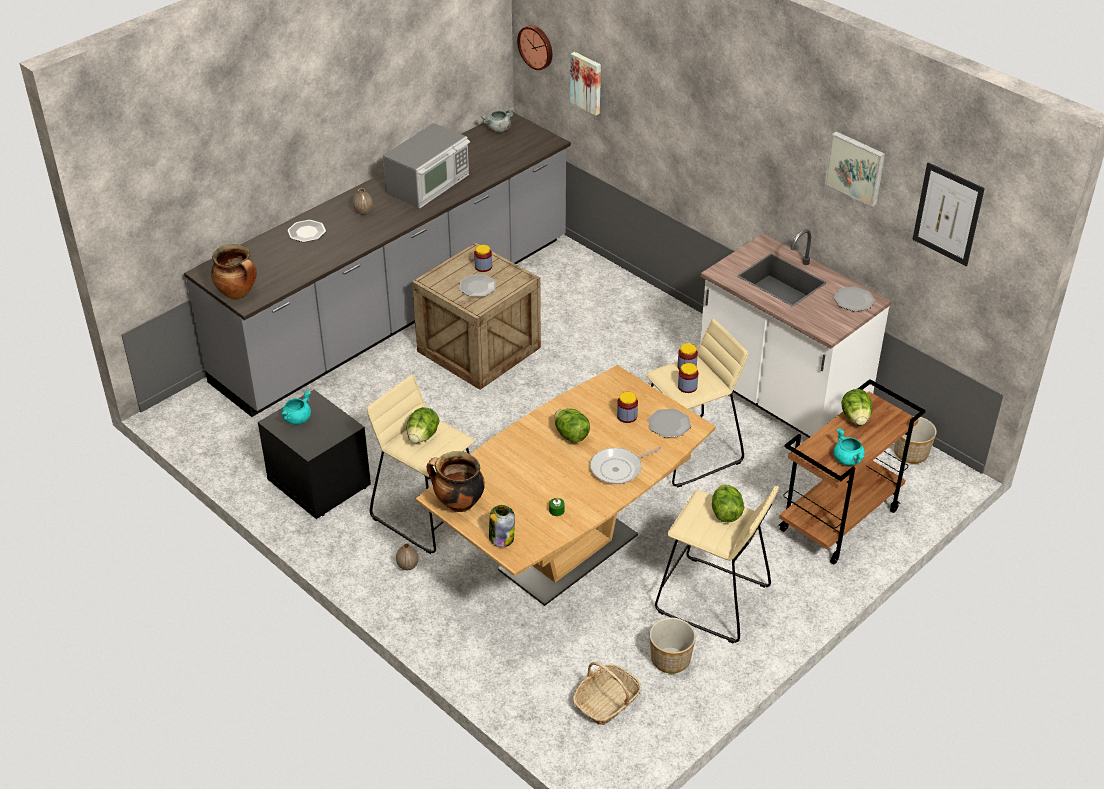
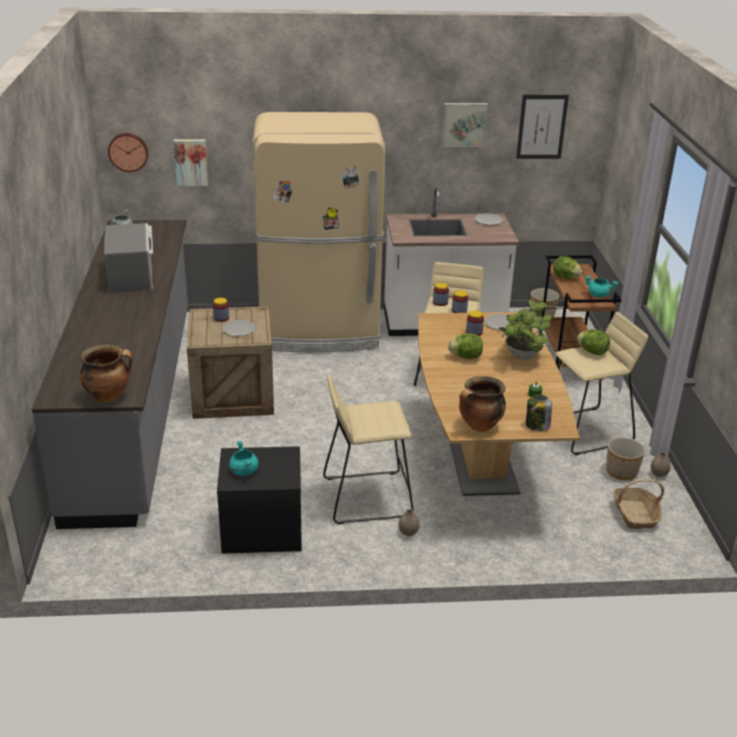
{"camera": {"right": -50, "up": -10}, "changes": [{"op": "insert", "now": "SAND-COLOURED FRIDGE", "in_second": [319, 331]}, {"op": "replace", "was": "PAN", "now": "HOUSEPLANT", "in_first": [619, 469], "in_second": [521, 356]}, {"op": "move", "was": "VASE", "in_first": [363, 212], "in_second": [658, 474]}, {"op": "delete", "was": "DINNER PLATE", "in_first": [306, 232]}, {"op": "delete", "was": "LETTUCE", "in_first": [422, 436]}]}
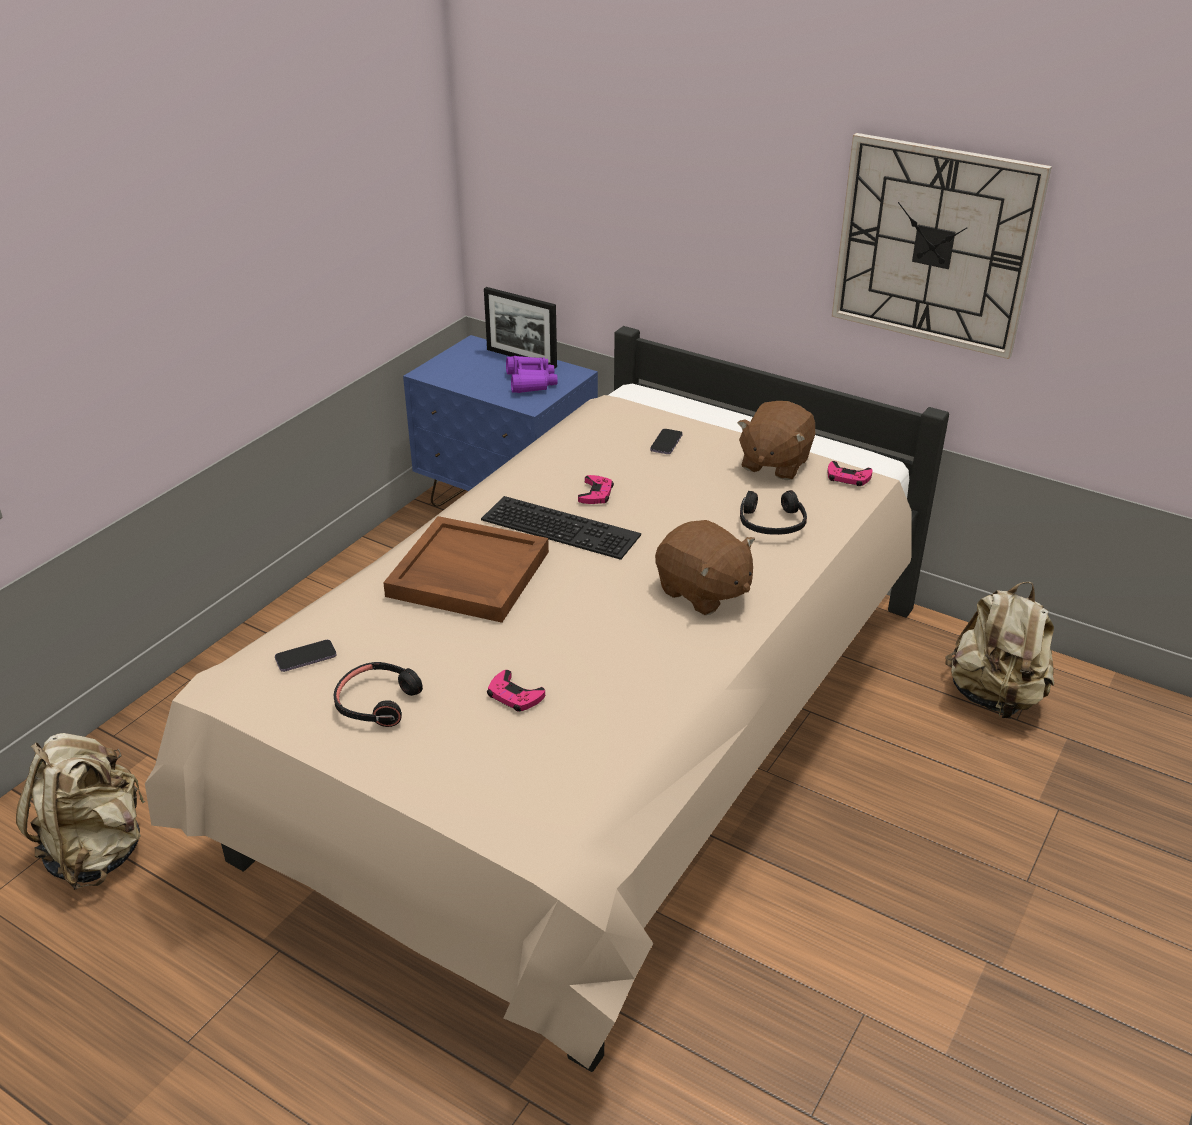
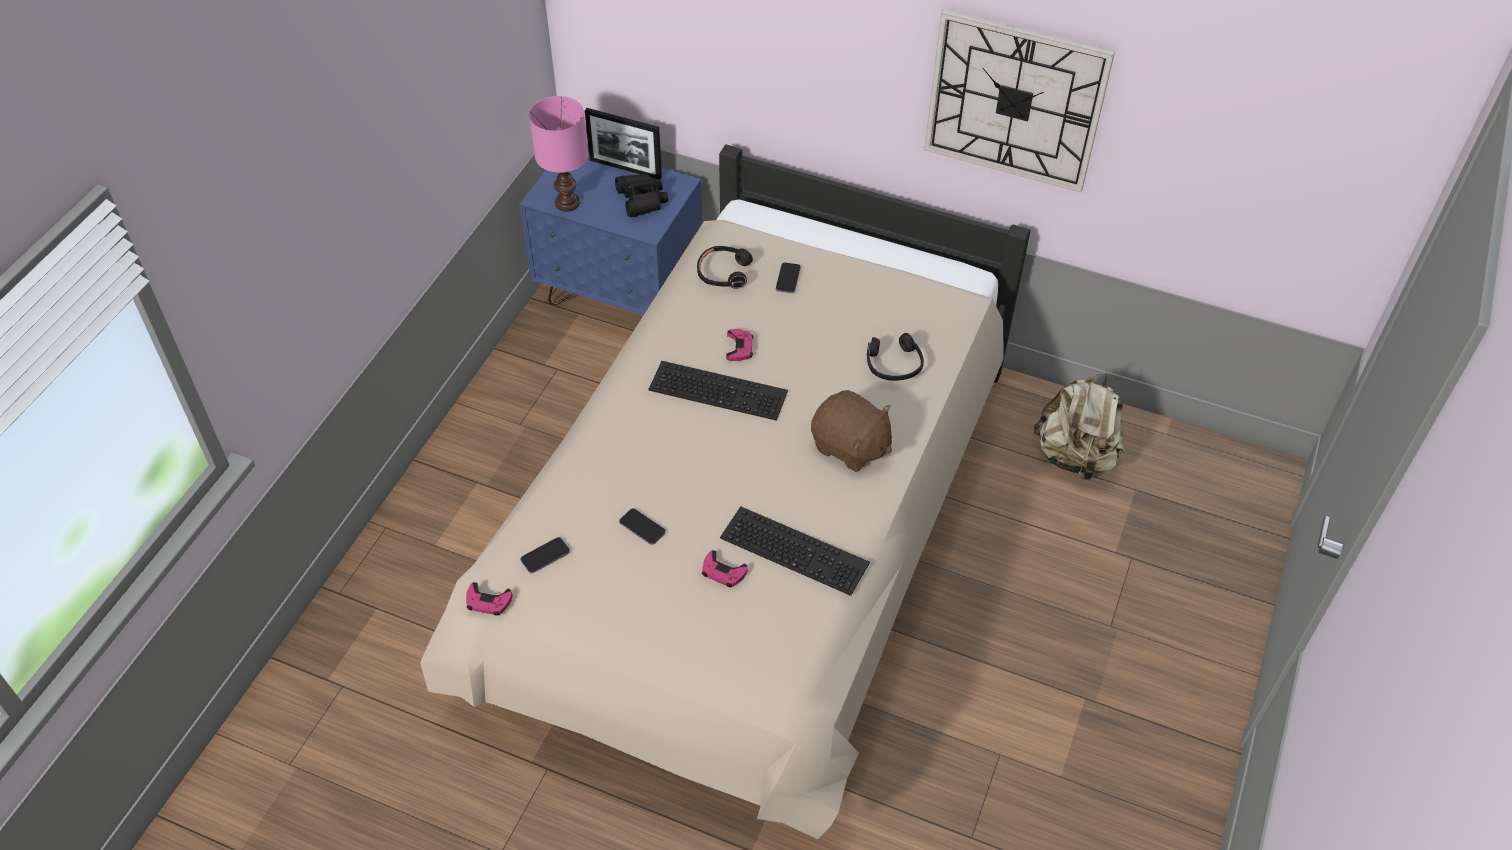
{"camera": {"right": -10, "up": 15}, "changes": [{"op": "move", "was": "PINKISH GAMEPAD", "in_first": [848, 477], "in_second": [488, 602]}, {"op": "insert", "now": "PINKISH TABLE LAMP", "in_second": [568, 203]}, {"op": "recolor", "was": "PURPLISH FIELD GLASSES", "now": "BLACKISH FIELD GLASSES", "in_first": [530, 382], "in_second": [642, 200]}, {"op": "insert", "now": "HANDSET", "in_second": [642, 527]}, {"op": "move", "was": "BLACKISH PAIR OF HEADPHONES", "in_first": [377, 702], "in_second": [723, 273]}, {"op": "insert", "now": "PC KEYBOARD", "in_second": [797, 549]}, {"op": "delete", "was": "SAND-COLOURED KNAPSACK", "in_first": [97, 851]}, {"op": "delete", "was": "BROWN SERVING TRAY", "in_first": [467, 574]}, {"op": "delete", "was": "BROWN PLUSH TOY", "in_first": [774, 463]}]}
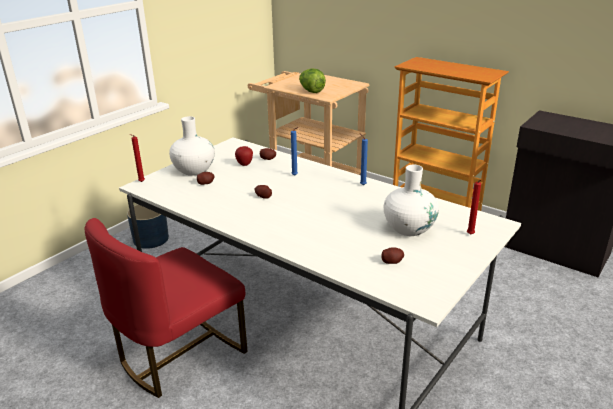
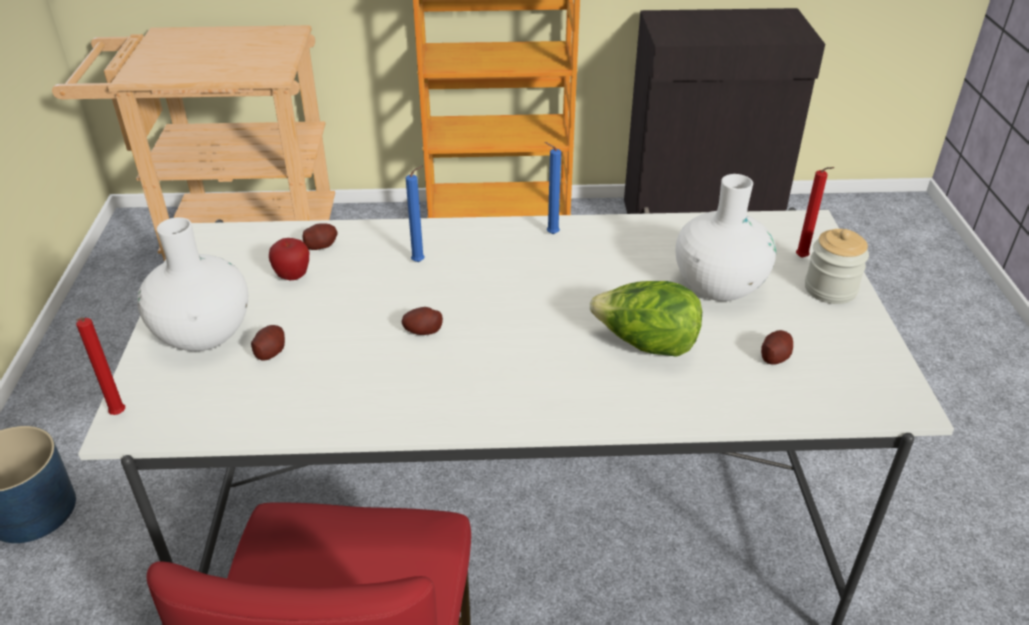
{"camera": {"right": -40, "up": 10}, "changes": [{"op": "move", "was": "LETTUCE", "in_first": [311, 91], "in_second": [646, 345]}, {"op": "insert", "now": "PRESERVE JAR", "in_second": [830, 289]}]}
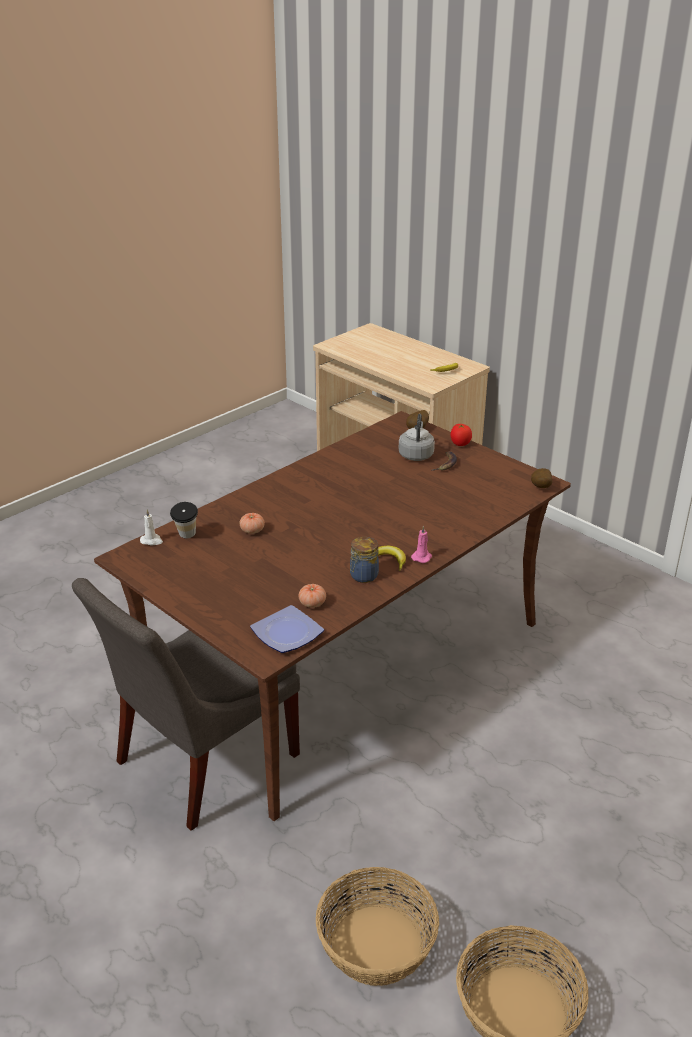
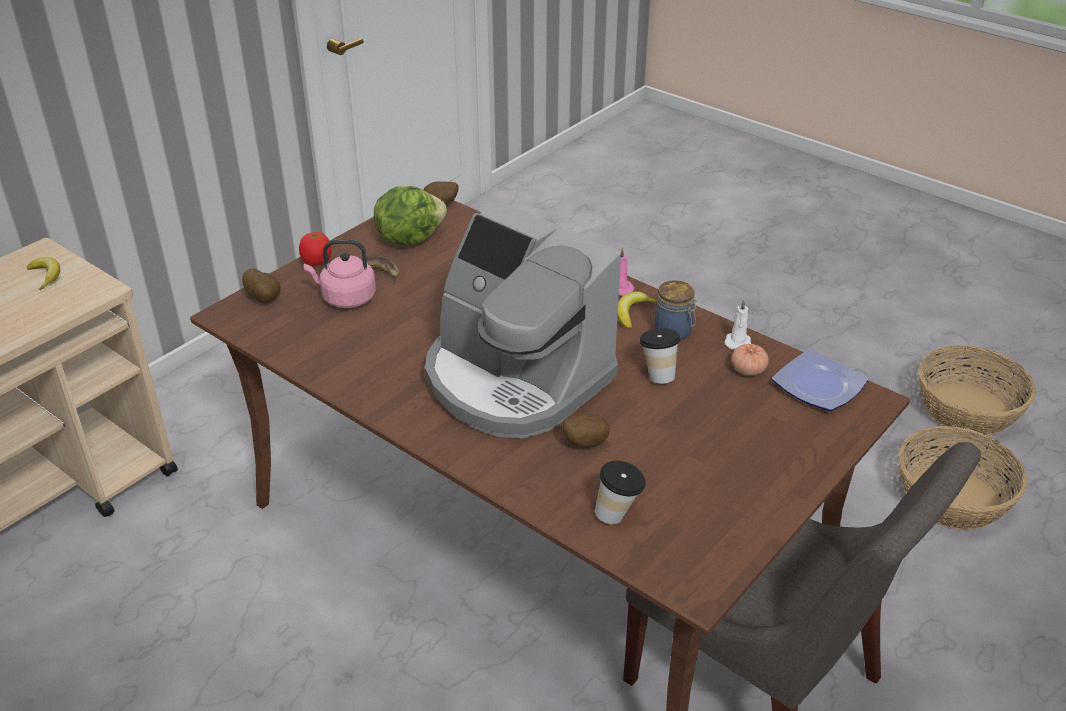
{"camera": {"right": -95, "up": 5}, "changes": [{"op": "recolor", "was": "GREY KETTLE", "now": "PINKISH KETTLE", "in_first": [416, 454], "in_second": [346, 298]}, {"op": "insert", "now": "LETTUCE", "in_second": [409, 238]}, {"op": "insert", "now": "COFFEE BREWER", "in_second": [514, 380]}, {"op": "replace", "was": "WHOLE TOMATO", "now": "POTATO", "in_first": [252, 530], "in_second": [584, 443]}, {"op": "insert", "now": "SMALL CUP", "in_second": [657, 375]}, {"op": "move", "was": "WHITISH WAX LIGHT", "in_first": [152, 541], "in_second": [737, 342]}]}
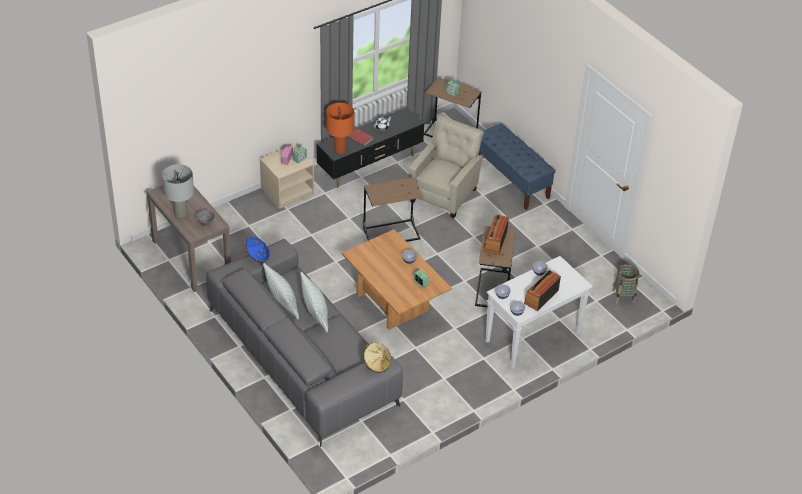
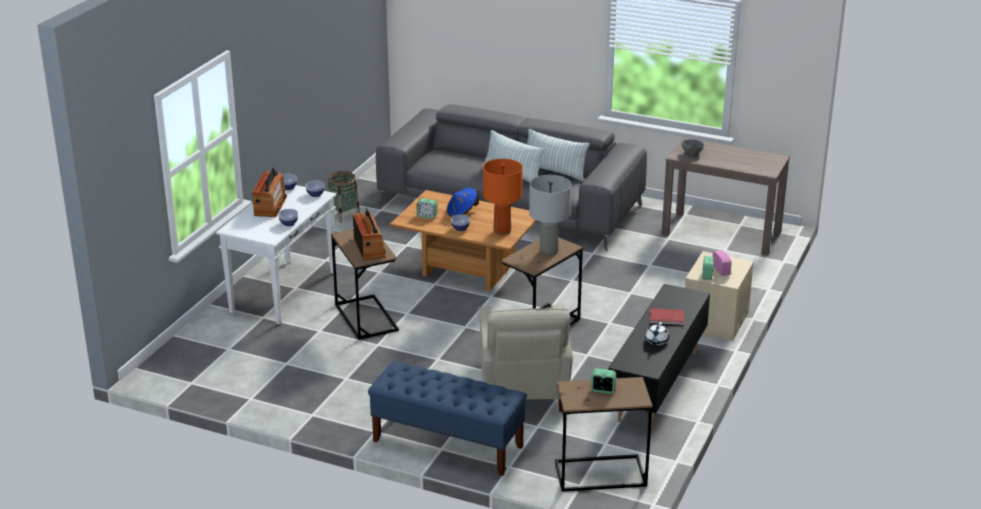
{"camera": {"right": 150, "up": -15}, "changes": [{"op": "move", "was": "HOUSEHOLD BASKET", "in_first": [623, 296], "in_second": [344, 215]}, {"op": "move", "was": "BLUISH HAT", "in_first": [257, 256], "in_second": [462, 213]}, {"op": "move", "was": "ORANGEY TABLE LAMP", "in_first": [340, 150], "in_second": [502, 231]}, {"op": "move", "was": "GREY TABLE LAMP", "in_first": [181, 215], "in_second": [548, 251]}, {"op": "delete", "was": "SAND-COLOURED HAT", "in_first": [377, 364]}]}
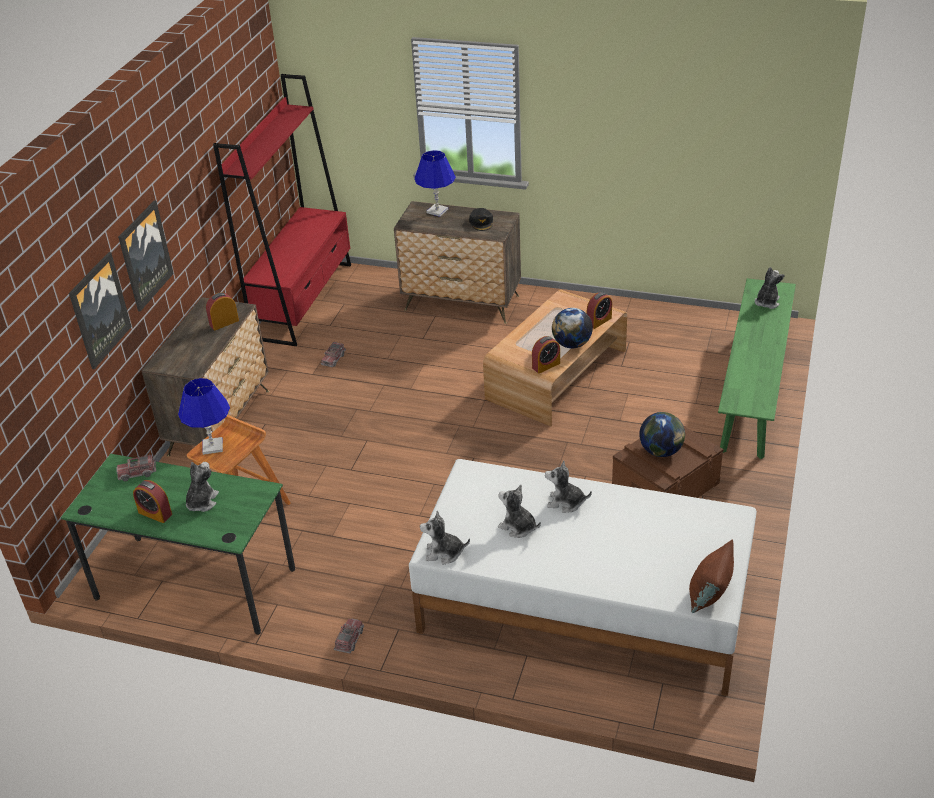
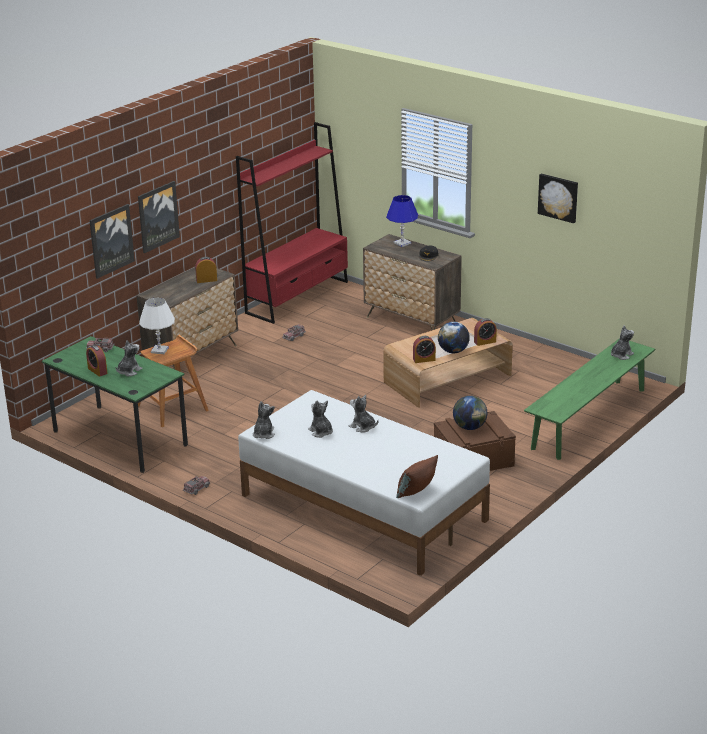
{"camera": {"right": 20, "up": -10}, "changes": [{"op": "recolor", "was": "BLUISH TABLE LAMP", "now": "WHITISH TABLE LAMP", "in_first": [212, 446], "in_second": [159, 350]}, {"op": "rotate", "was": "PLUSH TOY", "in_first": [444, 553], "in_second": [263, 434], "clockwise": 75}, {"op": "insert", "now": "PICTURE", "in_second": [558, 197]}]}
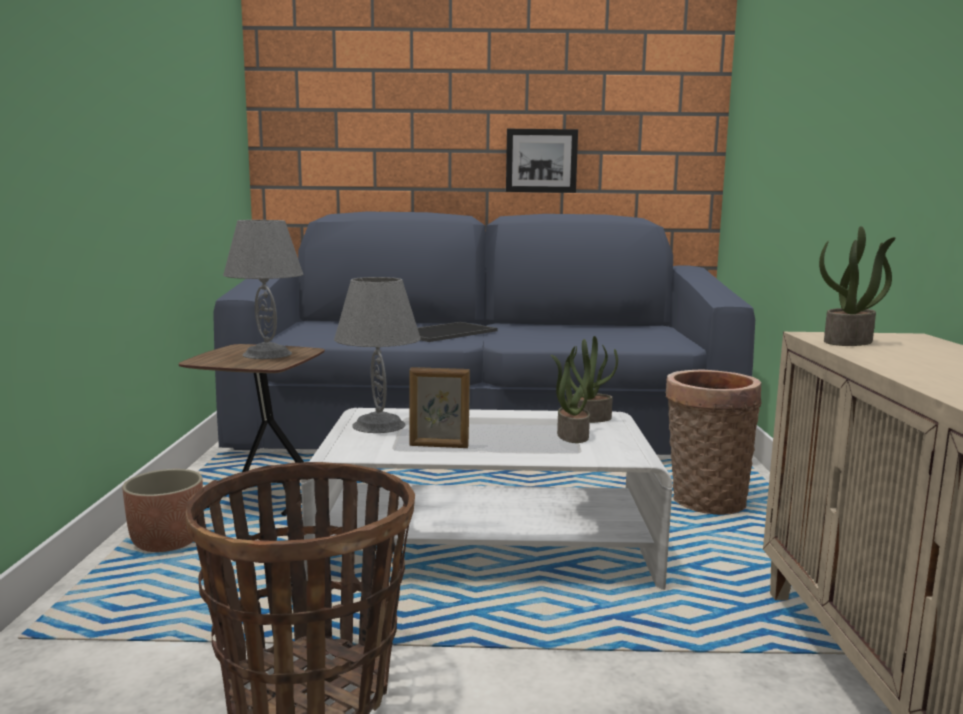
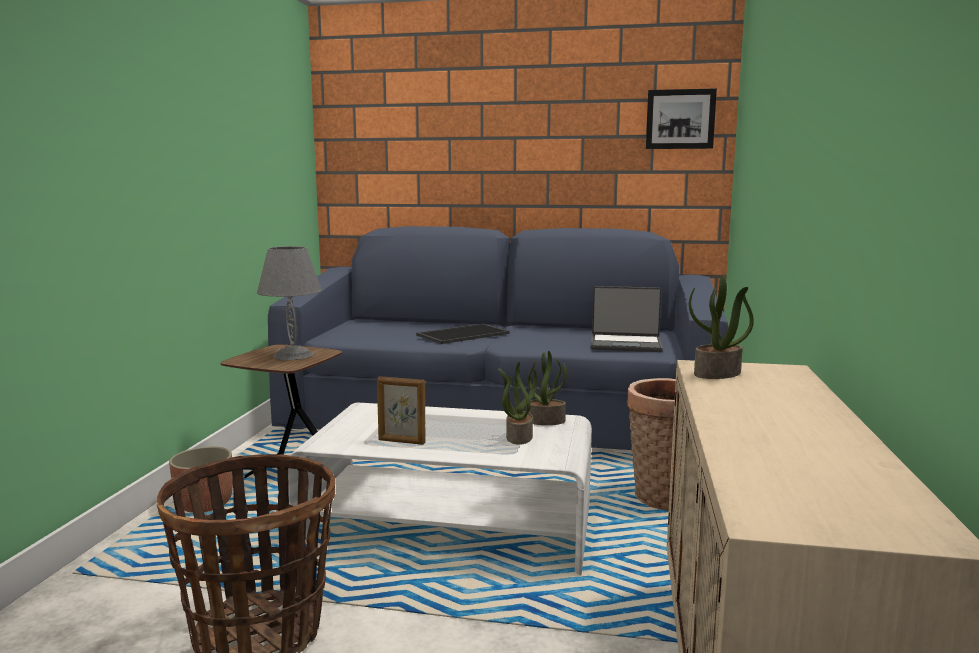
{"camera": {"right": 10, "up": 0}, "changes": [{"op": "insert", "now": "PORTABLE COMPUTER", "in_second": [625, 344]}, {"op": "move", "was": "PICTURE", "in_first": [541, 161], "in_second": [680, 119]}, {"op": "delete", "was": "GREY TABLE LAMP", "in_first": [379, 425]}]}
